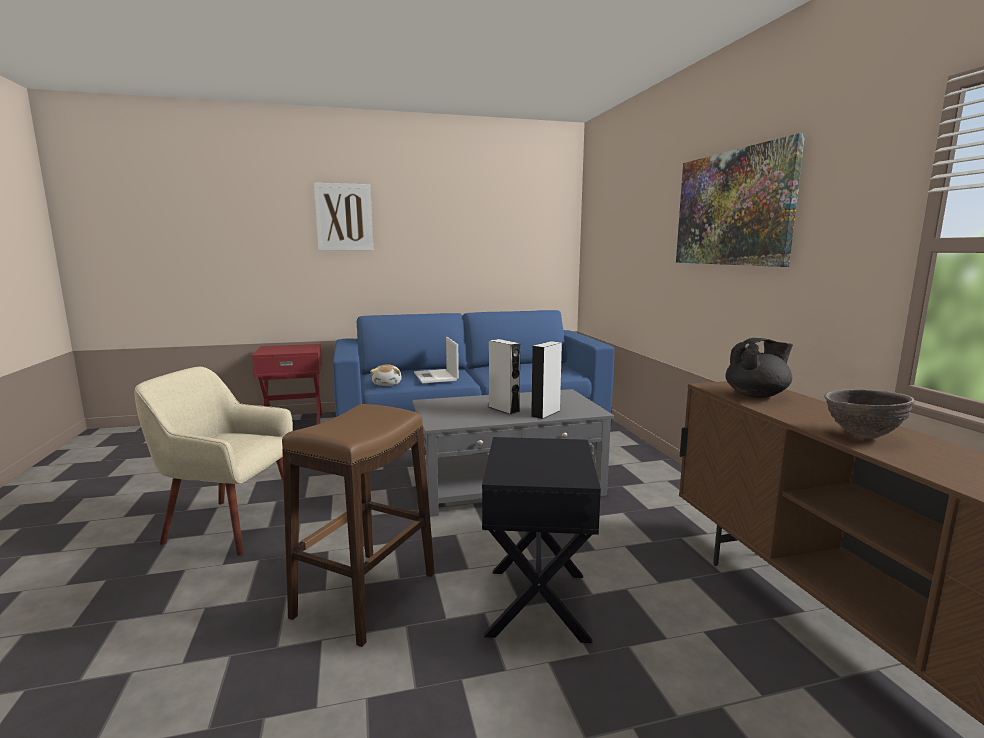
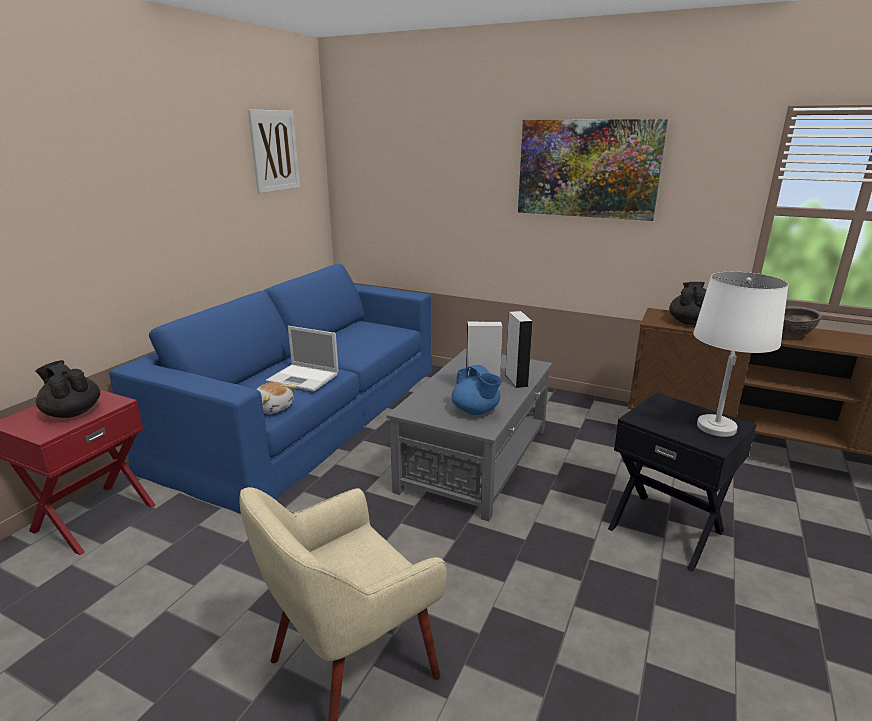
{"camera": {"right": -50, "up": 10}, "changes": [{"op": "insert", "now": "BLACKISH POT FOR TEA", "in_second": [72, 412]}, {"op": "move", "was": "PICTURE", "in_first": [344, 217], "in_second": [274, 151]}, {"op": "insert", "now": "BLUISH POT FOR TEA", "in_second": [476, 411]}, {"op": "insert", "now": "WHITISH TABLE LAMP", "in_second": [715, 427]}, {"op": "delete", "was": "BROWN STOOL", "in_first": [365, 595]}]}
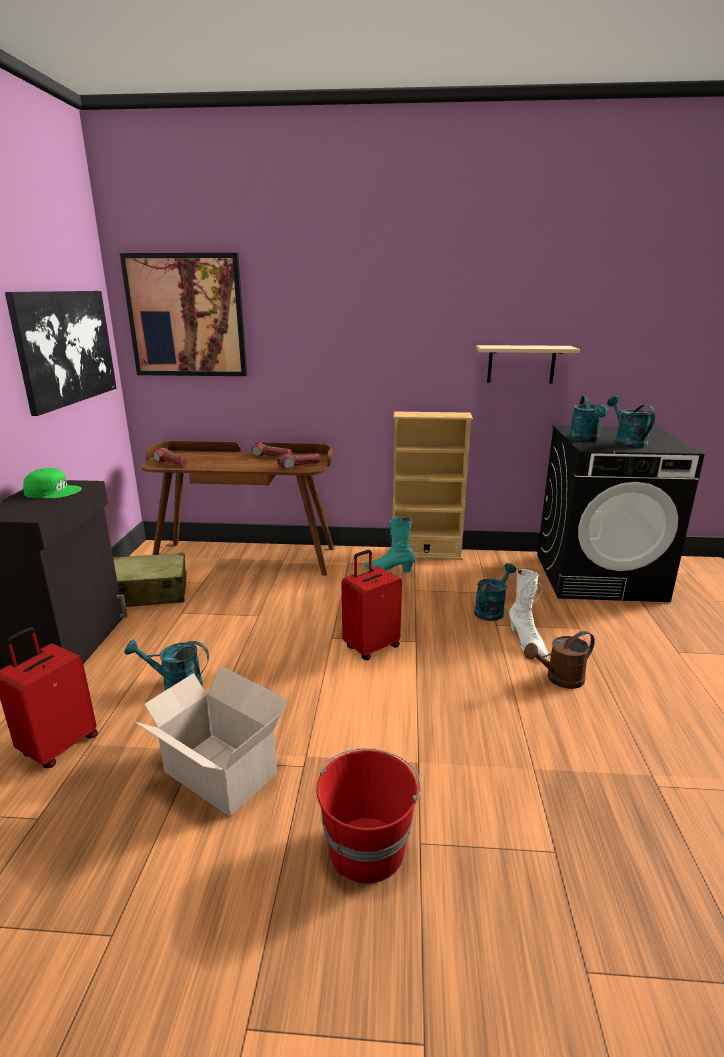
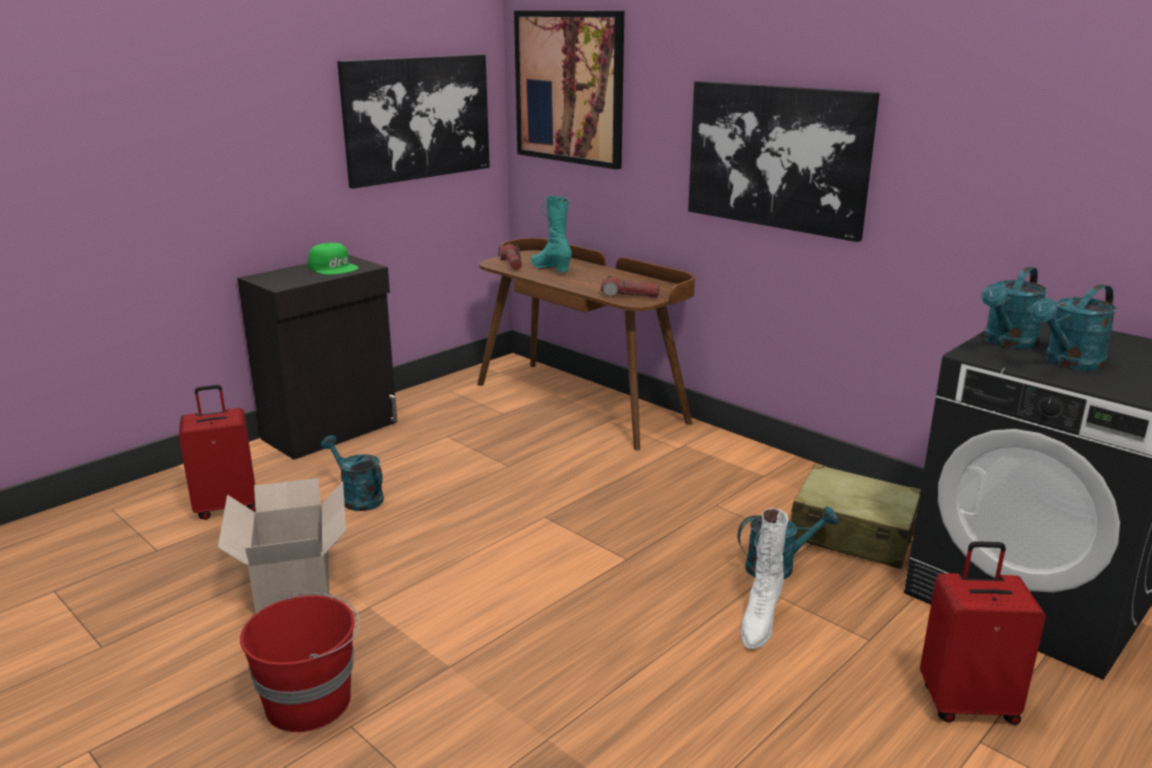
{"camera": {"right": 40, "up": 0}, "changes": [{"op": "move", "was": "TURQUOISE-COLOURED TALL BOOT", "in_first": [389, 570], "in_second": [550, 269]}, {"op": "insert", "now": "PICTURE", "in_second": [776, 157]}, {"op": "move", "was": "SAND-COLOURED SUITCASE", "in_first": [149, 593], "in_second": [851, 534]}, {"op": "move", "was": "REDDISH SUITCASE", "in_first": [371, 647], "in_second": [967, 703]}, {"op": "rotate", "was": "TURQUOISE-COLOURED SPRINKLING CAN", "in_first": [626, 442], "in_second": [1068, 363], "clockwise": -150}, {"op": "delete", "was": "FLASHLIGHT", "in_first": [271, 457]}, {"op": "delete", "was": "SAND-COLOURED BOOKSHELF", "in_first": [426, 553]}, {"op": "delete", "was": "SAND-COLOURED BRACKET SHELF", "in_first": [521, 364]}, {"op": "delete", "was": "BROWN SPRINKLING CAN", "in_first": [559, 679]}]}
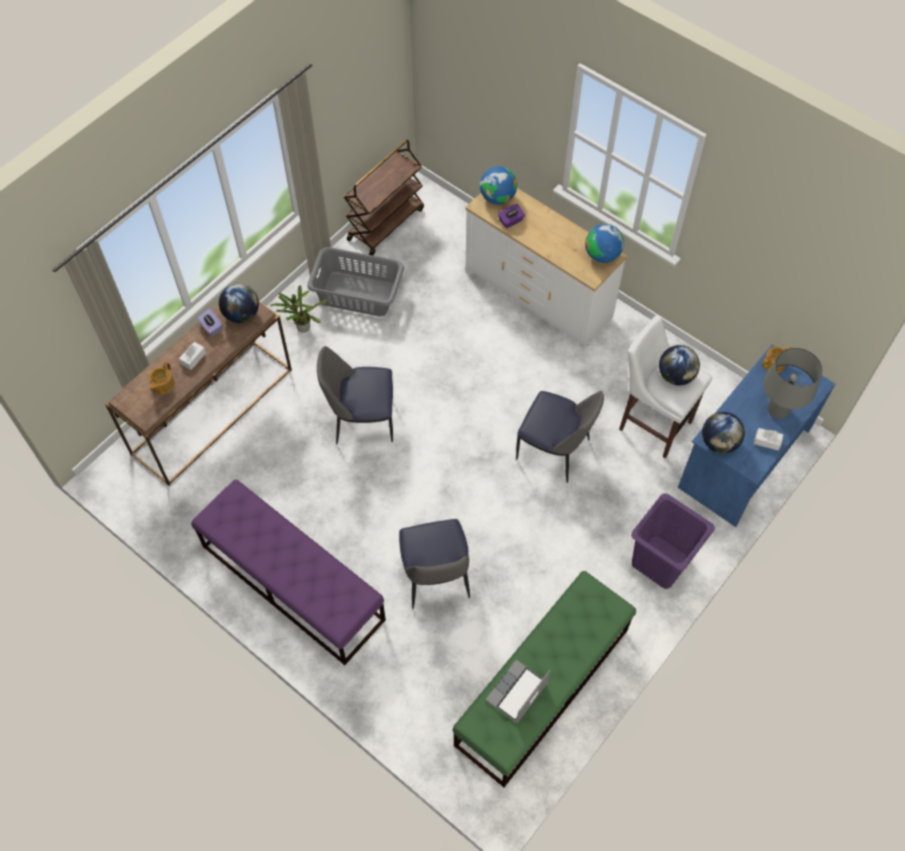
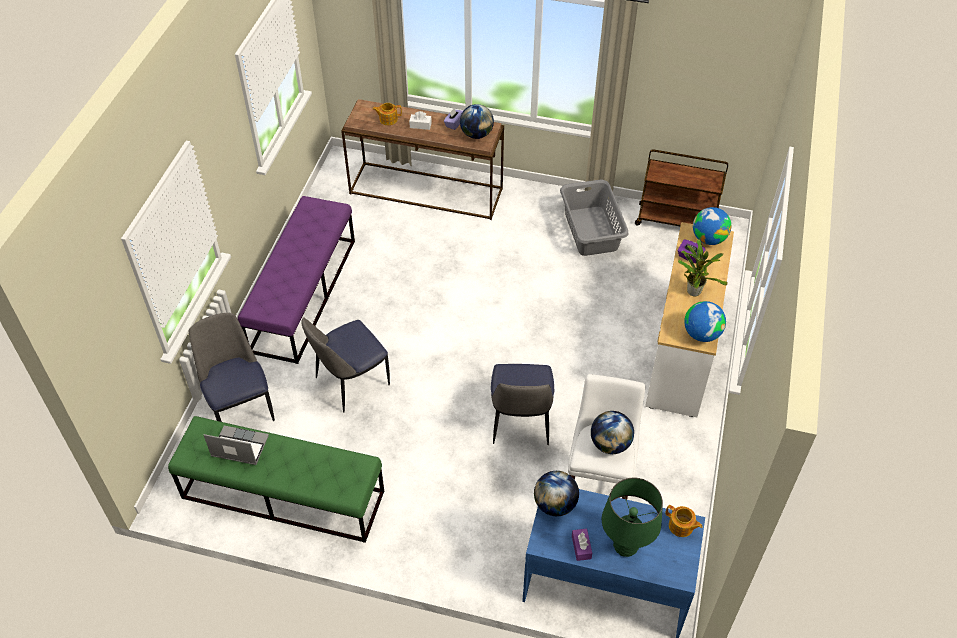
{"camera": {"right": 65, "up": -10}, "changes": [{"op": "move", "was": "CHAIR", "in_first": [362, 420], "in_second": [240, 407]}, {"op": "recolor", "was": "WHITISH BOX OF TISSUES", "now": "PURPLISH BOX OF TISSUES", "in_first": [767, 441], "in_second": [581, 547]}, {"op": "recolor", "was": "GREY TABLE LAMP", "now": "GREENISH TABLE LAMP", "in_first": [778, 410], "in_second": [625, 546]}, {"op": "move", "was": "HOUSEPLANT", "in_first": [302, 327], "in_second": [694, 290]}, {"op": "delete", "was": "PURPLISH LAUNDRY BASKET", "in_first": [660, 562]}]}
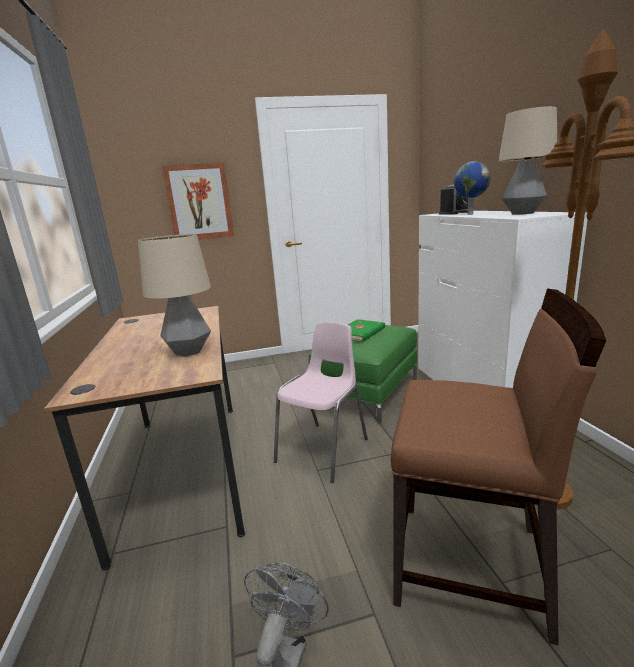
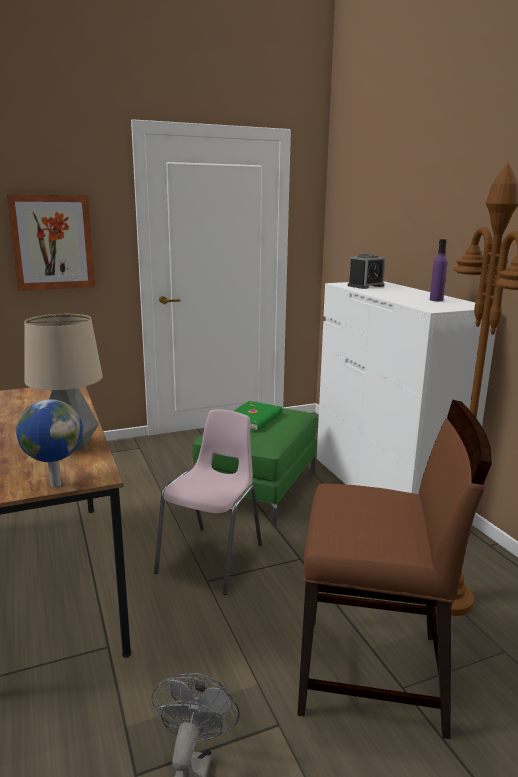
{"camera": {"right": -10, "up": 0}, "changes": [{"op": "move", "was": "WORLD GLOBE", "in_first": [469, 214], "in_second": [55, 484]}, {"op": "replace", "was": "TABLE LAMP", "now": "PURPLISH BOTTLE", "in_first": [522, 213], "in_second": [436, 300]}]}
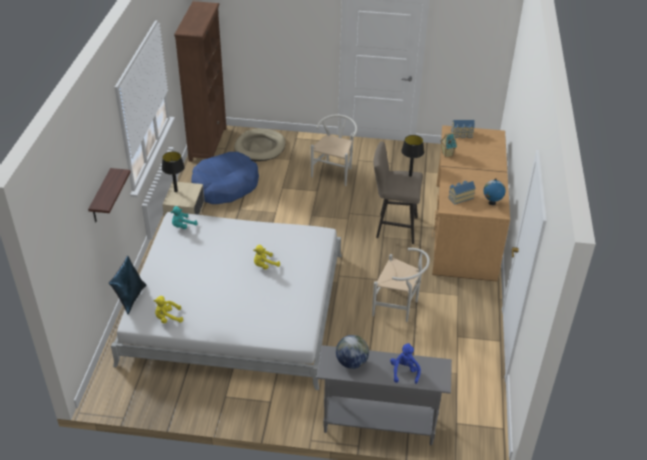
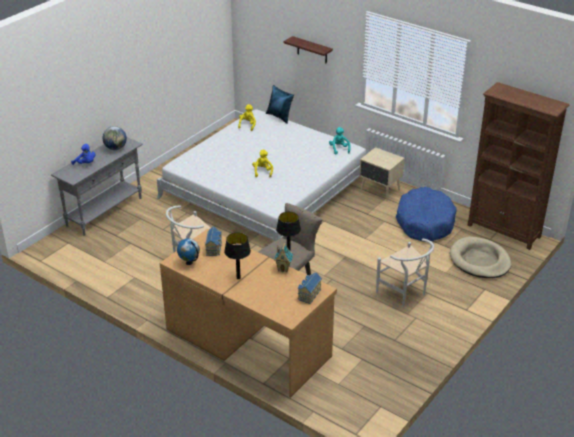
{"camera": {"right": 120, "up": -5}, "changes": [{"op": "move", "was": "BLACKISH TABLE LAMP", "in_first": [176, 191], "in_second": [238, 278]}]}
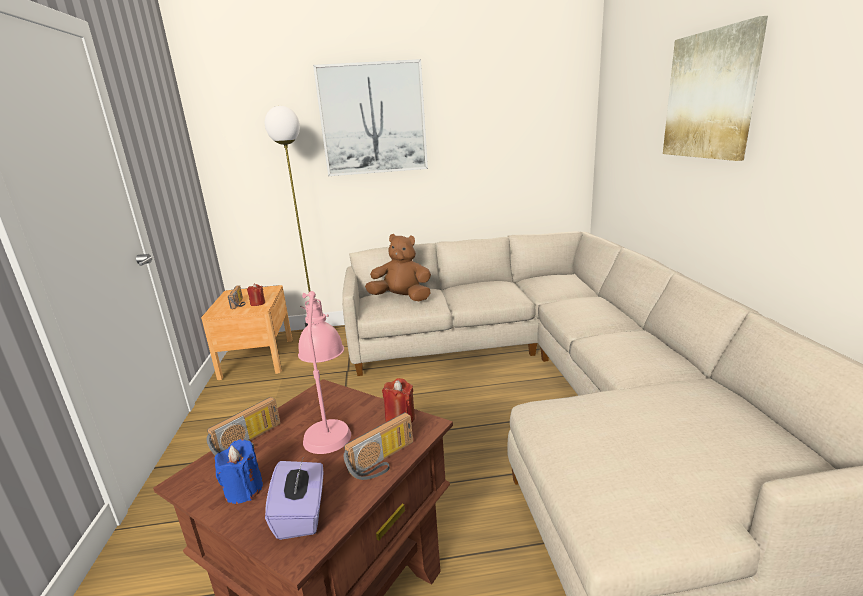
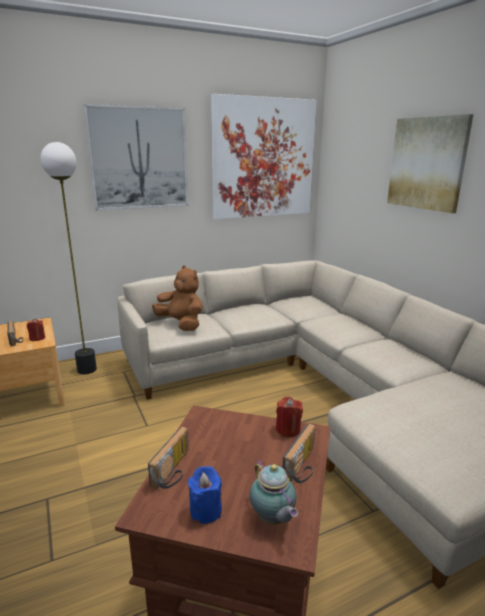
{"camera": {"right": -20, "up": 0}, "changes": [{"op": "rotate", "was": "BROWN PLUSH TOY", "in_first": [402, 298], "in_second": [181, 324], "clockwise": 45}, {"op": "insert", "now": "PICTURE", "in_second": [263, 159]}, {"op": "replace", "was": "PURPLISH BOX OF TISSUES", "now": "POT FOR TEA", "in_first": [301, 514], "in_second": [272, 519]}, {"op": "delete", "was": "PINKISH TABLE LAMP", "in_first": [328, 425]}]}
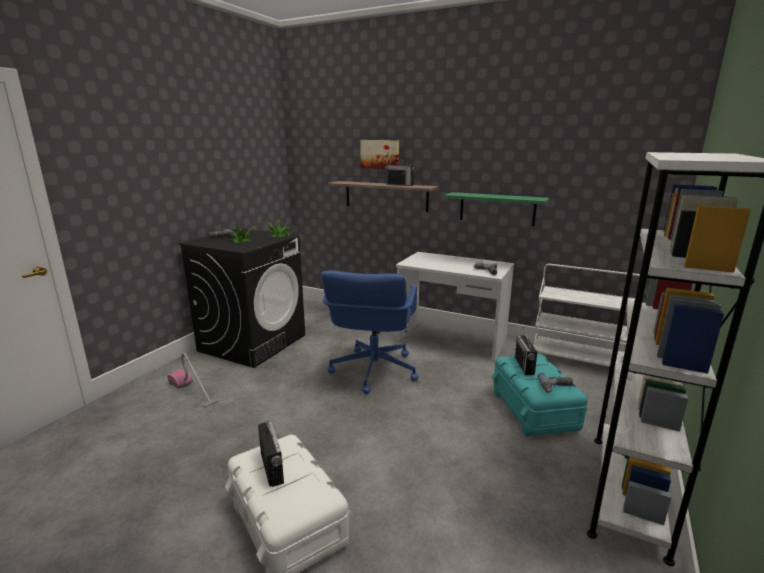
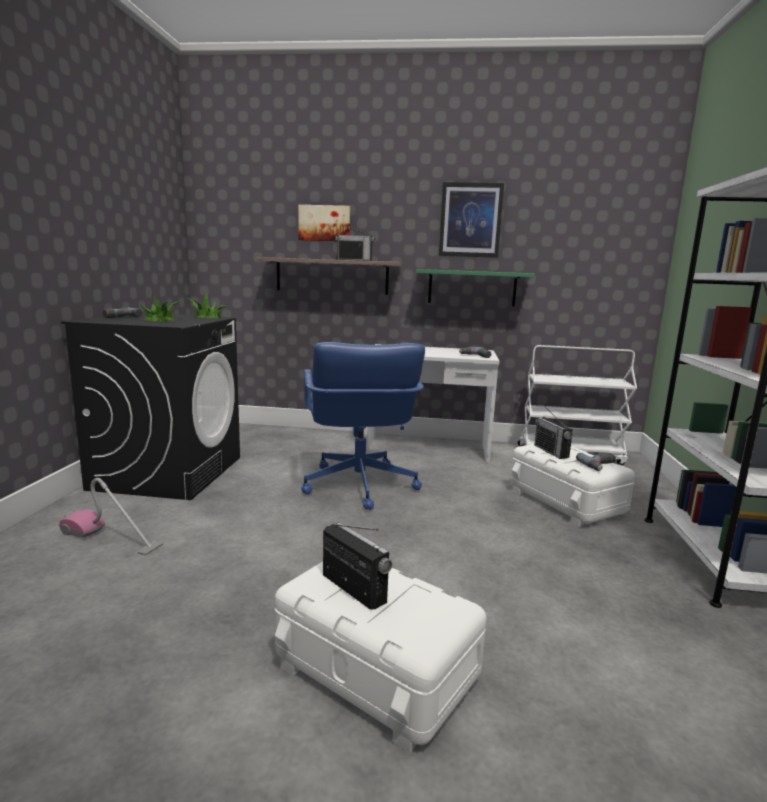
{"camera": {"right": -20, "up": -5}, "changes": [{"op": "insert", "now": "PICTURE", "in_second": [470, 220]}, {"op": "recolor", "was": "TURQUOISE-COLOURED STORAGE CONTAINER", "now": "WHITISH STORAGE CONTAINER", "in_first": [534, 410], "in_second": [566, 501]}]}
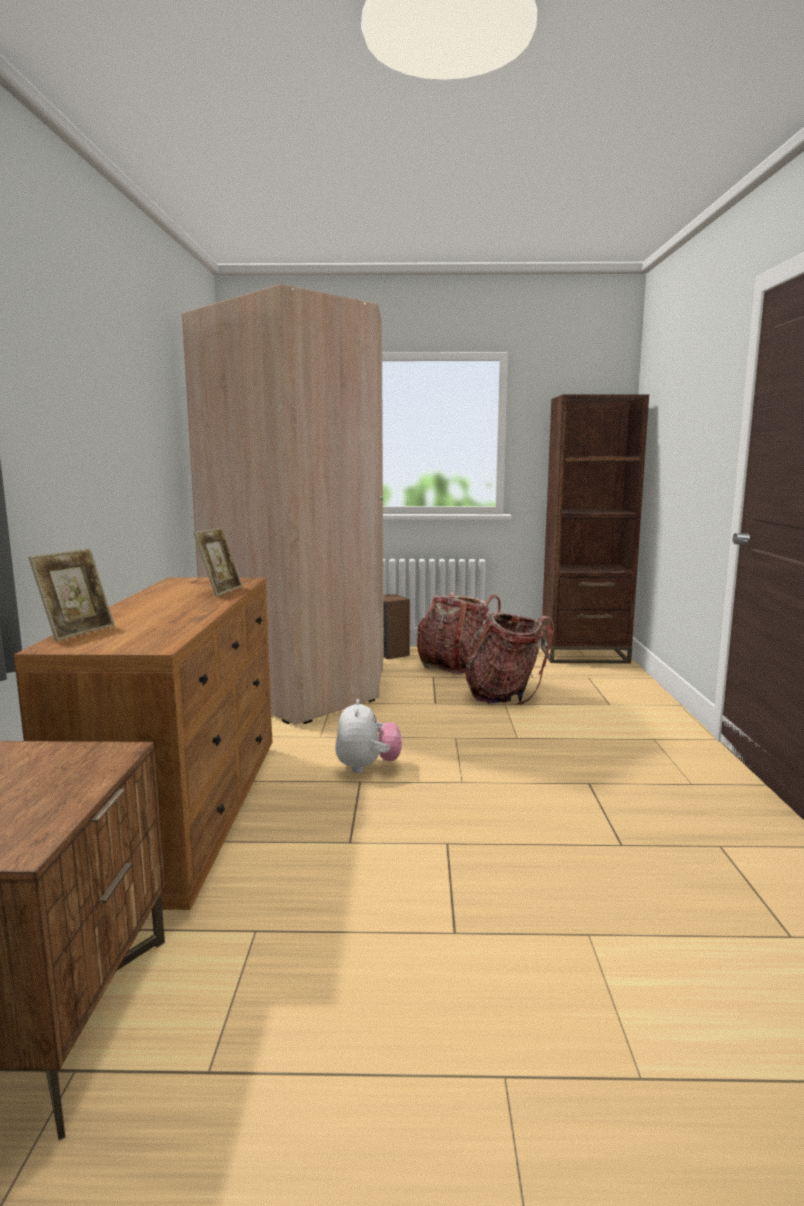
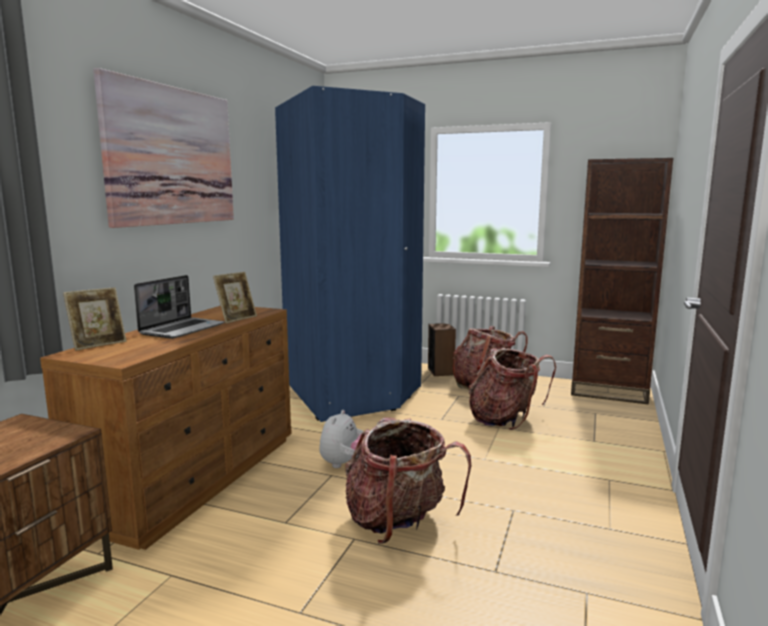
{"camera": {"right": 20, "up": 0}, "changes": [{"op": "insert", "now": "PICTURE", "in_second": [172, 156]}, {"op": "insert", "now": "PORTABLE COMPUTER", "in_second": [183, 329]}, {"op": "recolor", "was": "SAND-COLOURED WARDROBE", "now": "BLUISH WARDROBE", "in_first": [306, 685], "in_second": [355, 391]}, {"op": "insert", "now": "KNAPSACK", "in_second": [398, 523]}]}
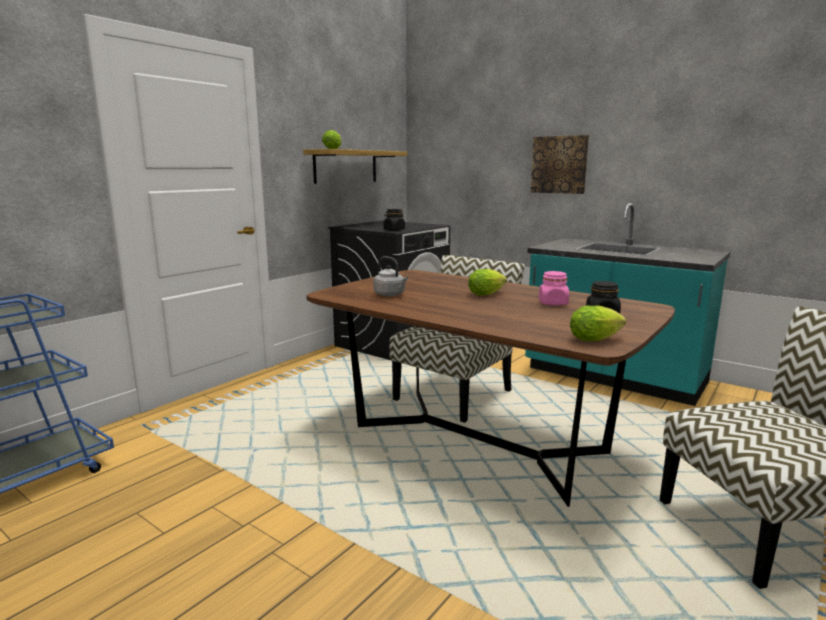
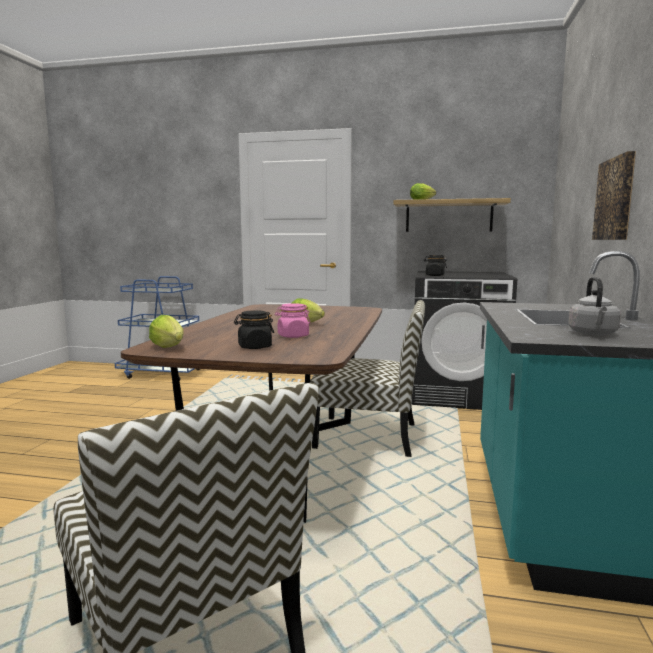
{"camera": {"right": 65, "up": -5}, "changes": [{"op": "move", "was": "GREY KETTLE", "in_first": [390, 295], "in_second": [593, 334]}]}
